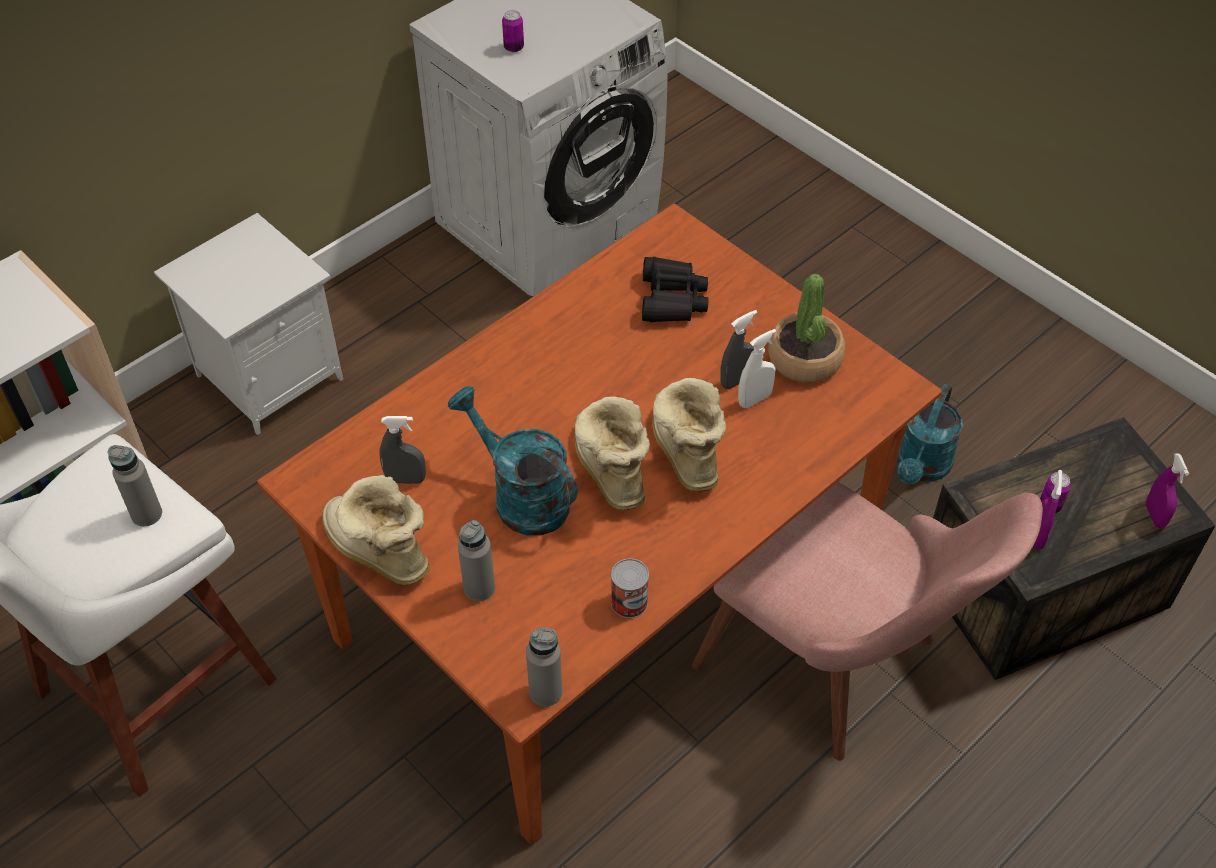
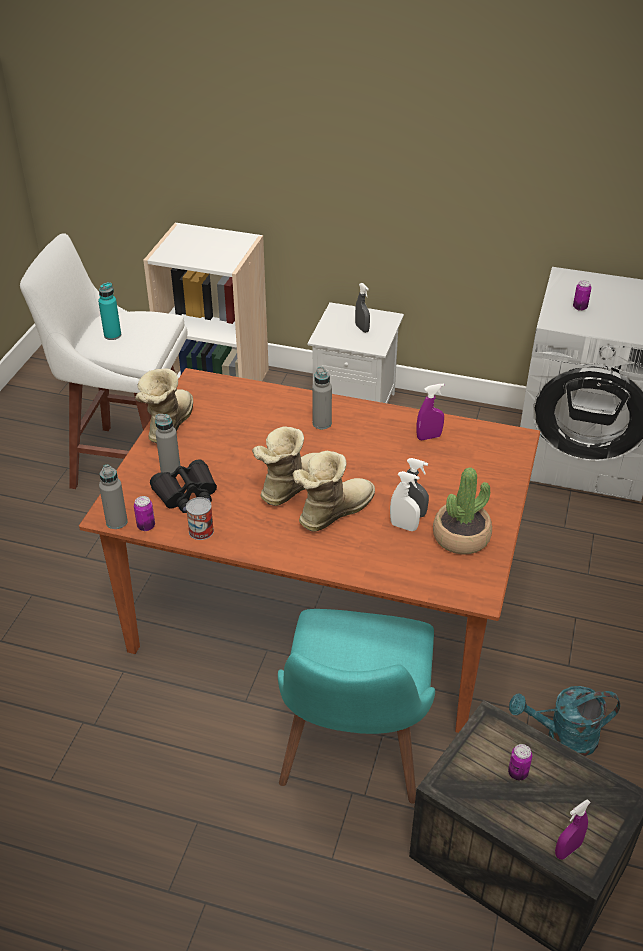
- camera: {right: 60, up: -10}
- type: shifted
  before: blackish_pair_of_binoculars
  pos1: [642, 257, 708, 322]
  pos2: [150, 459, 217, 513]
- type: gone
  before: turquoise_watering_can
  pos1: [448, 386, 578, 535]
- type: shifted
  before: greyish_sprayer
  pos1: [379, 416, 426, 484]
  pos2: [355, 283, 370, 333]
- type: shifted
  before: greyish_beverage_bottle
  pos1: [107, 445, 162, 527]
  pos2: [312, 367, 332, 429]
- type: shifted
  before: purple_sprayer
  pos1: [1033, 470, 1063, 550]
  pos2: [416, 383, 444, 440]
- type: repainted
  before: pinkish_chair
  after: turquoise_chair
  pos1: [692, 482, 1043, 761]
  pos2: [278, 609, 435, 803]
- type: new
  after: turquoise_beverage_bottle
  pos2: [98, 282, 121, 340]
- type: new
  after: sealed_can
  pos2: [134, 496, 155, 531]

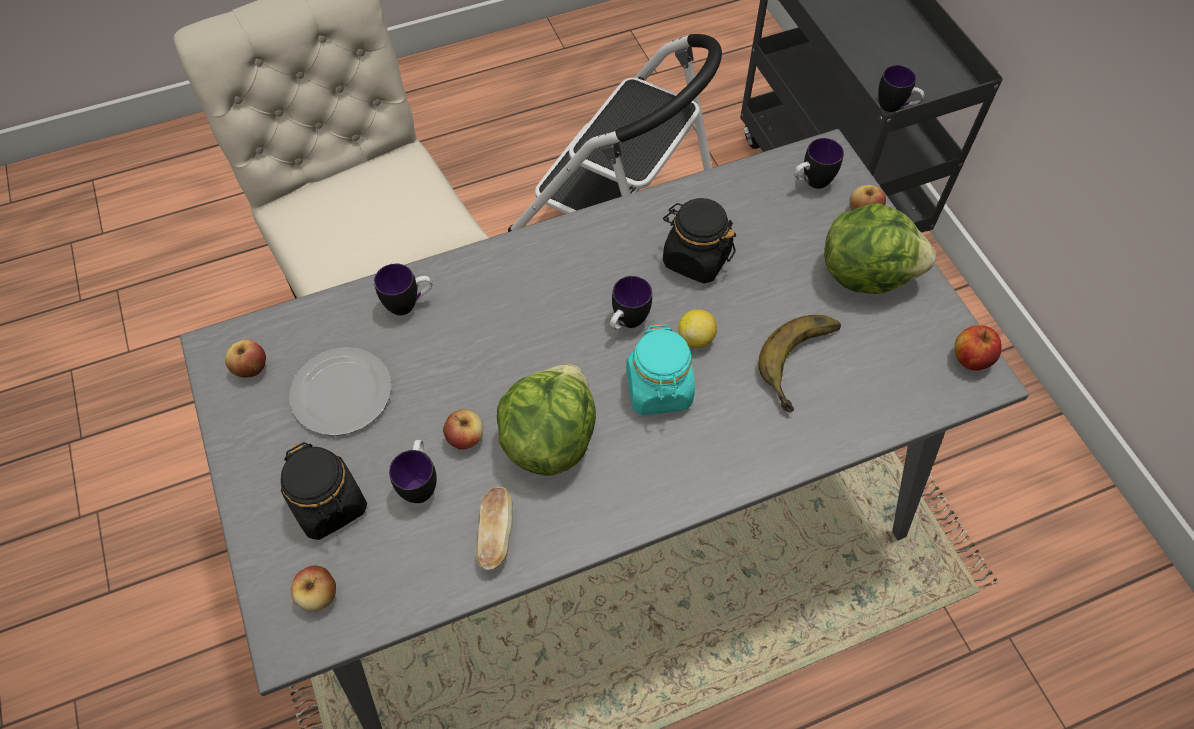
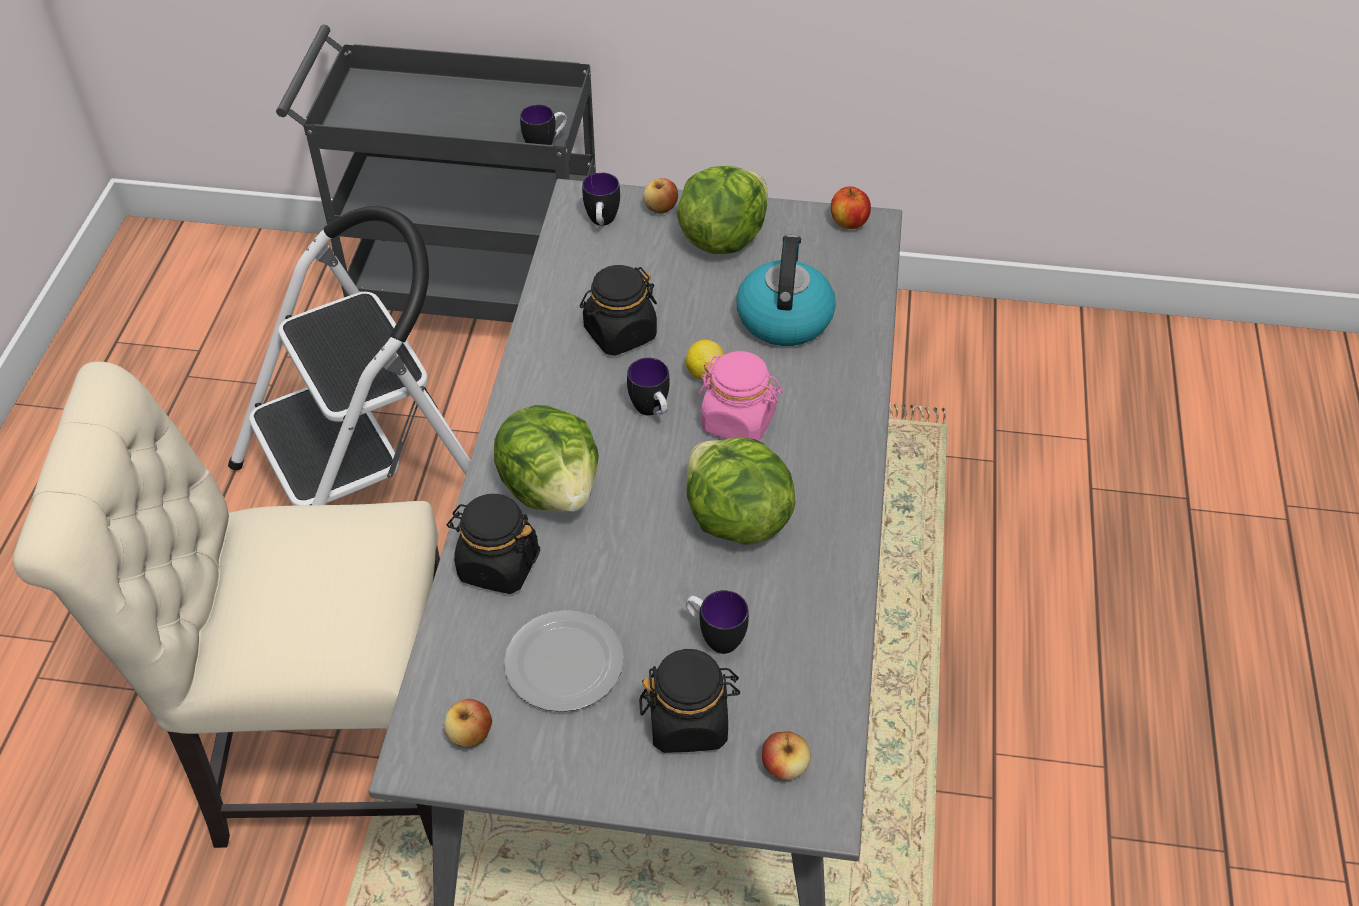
- camera: {right: -60, up: -10}
- type: swapped
  before: tea_mug
  after: blackish_preserve_jar
  pos1: [374, 263, 432, 315]
  pos2: [447, 494, 540, 594]
- type: swapped
  before: whole_banana
  after: tea_kettle
  pos1: [758, 315, 841, 413]
  pos2: [736, 235, 836, 346]
- type: repainted
  before: turquoise_preserve_jar
  after: pinkish_preserve_jar
  pos1: [626, 324, 695, 415]
  pos2: [698, 351, 783, 441]
- type: gone
  before: apple
  pos1: [443, 409, 483, 450]
- type: gone
  before: baked_bread
  pos1: [476, 487, 513, 571]
- type: new
  after: lettuce
  pos2: [494, 405, 599, 512]

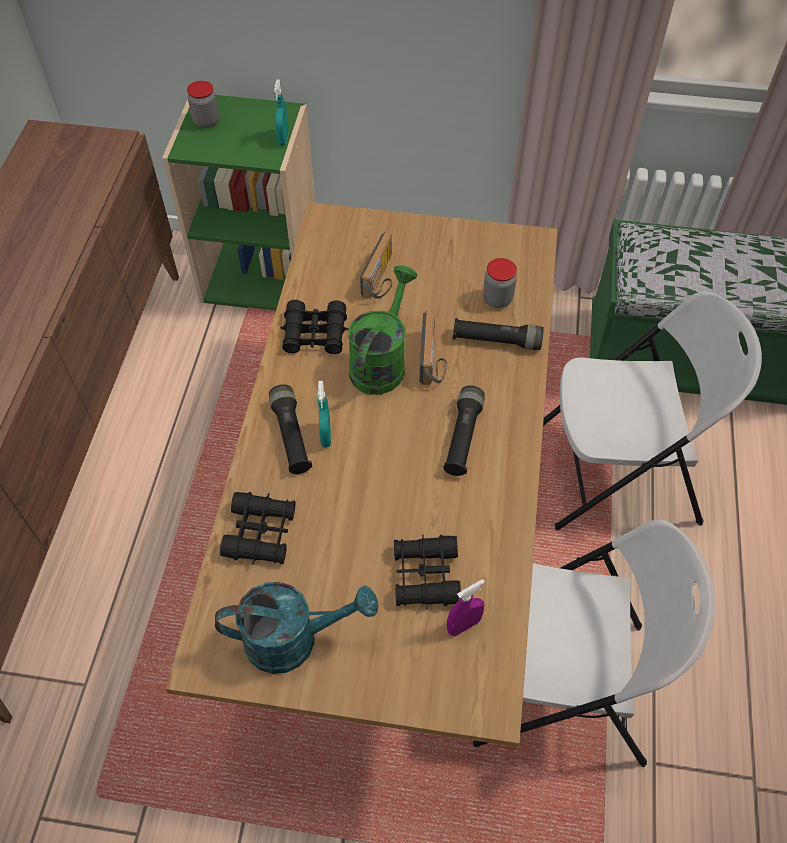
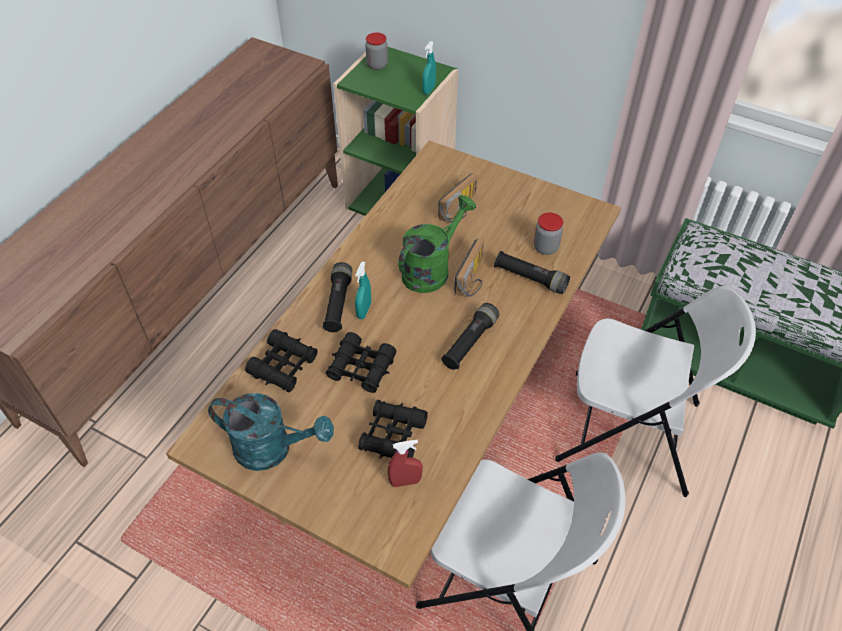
- camera: {right: 20, up: -5}
- type: shifted
  before: blackish_pair_of_binoculars
  pos1: [280, 300, 348, 354]
  pos2: [326, 332, 396, 393]
- type: repainted
  before: purple_sprayer
  after: red-coloured_sprayer
  pos1: [447, 579, 485, 636]
  pos2: [388, 440, 423, 487]

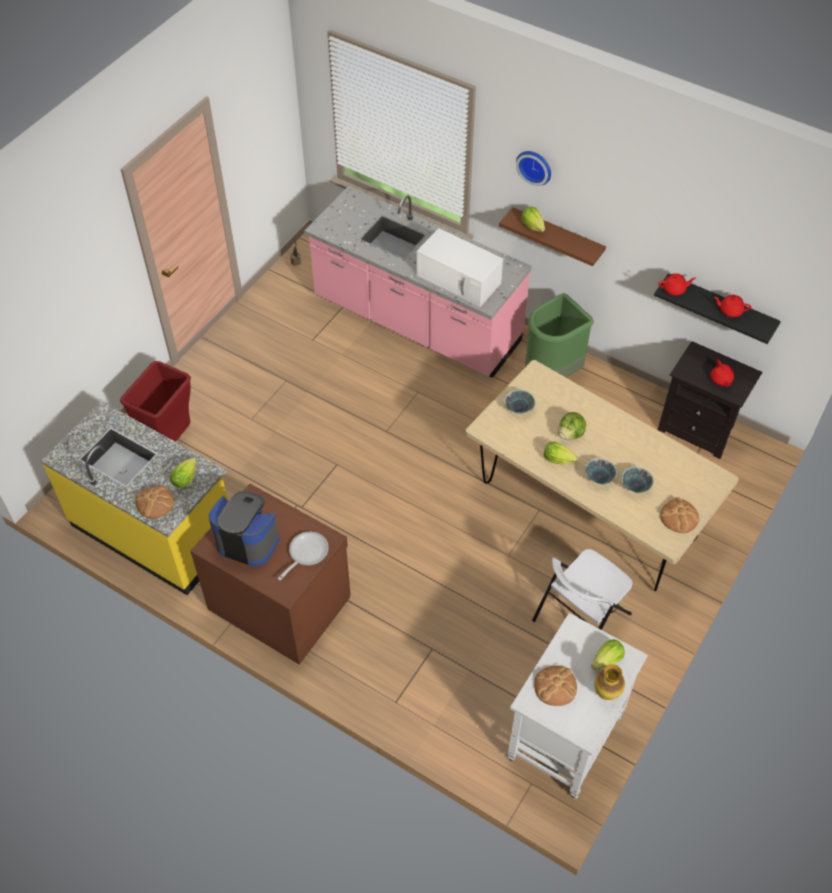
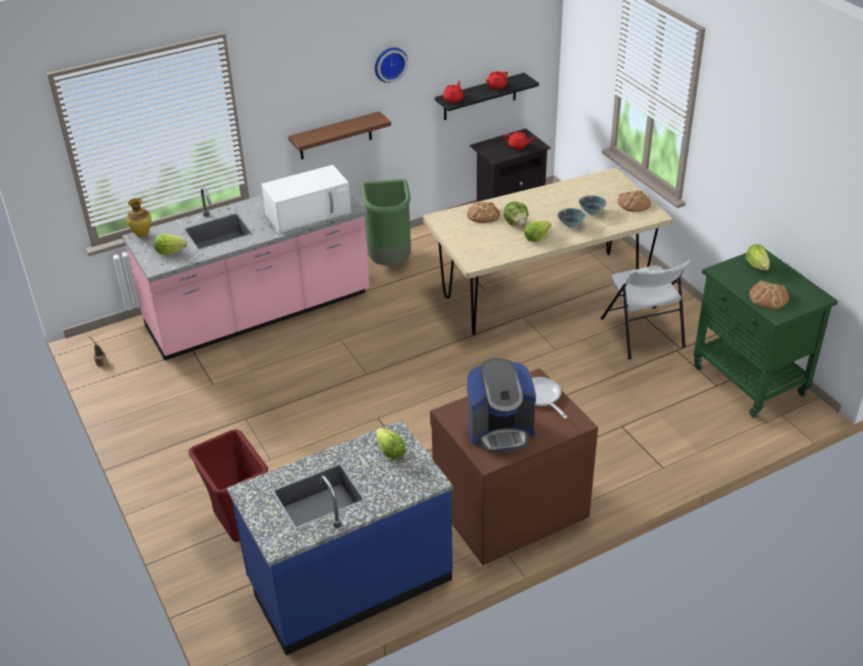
- camera: {right: -60, up: -15}
- type: shifted
  before: clock_on_the_wall
  pos1: [516, 151, 551, 186]
  pos2: [375, 47, 408, 83]
- type: shifted
  before: lettuce
  pos1: [521, 207, 545, 232]
  pos2: [154, 234, 187, 255]
- type: gone
  before: serving_bowl
  pos1: [504, 390, 535, 414]
- type: repainted
  before: yellow_counter
  after: bluish_counter
  pos1: [41, 401, 228, 595]
  pos2: [227, 420, 453, 655]
- type: shifted
  before: baked_bread
  pos1: [136, 485, 175, 519]
  pos2: [467, 202, 500, 223]
- type: rotated
  before: coffee_machine
  pos1: [209, 491, 280, 566]
  pos2: [467, 358, 536, 453]
  turn: -150
- type: repainted
  before: white-coloured_wheeled_cart
  after: green_wheeled_cart
  pos1: [507, 613, 648, 799]
  pos2: [693, 249, 838, 418]
- type: shifted
  before: flower_vase
  pos1: [594, 664, 625, 700]
  pos2: [126, 198, 151, 238]

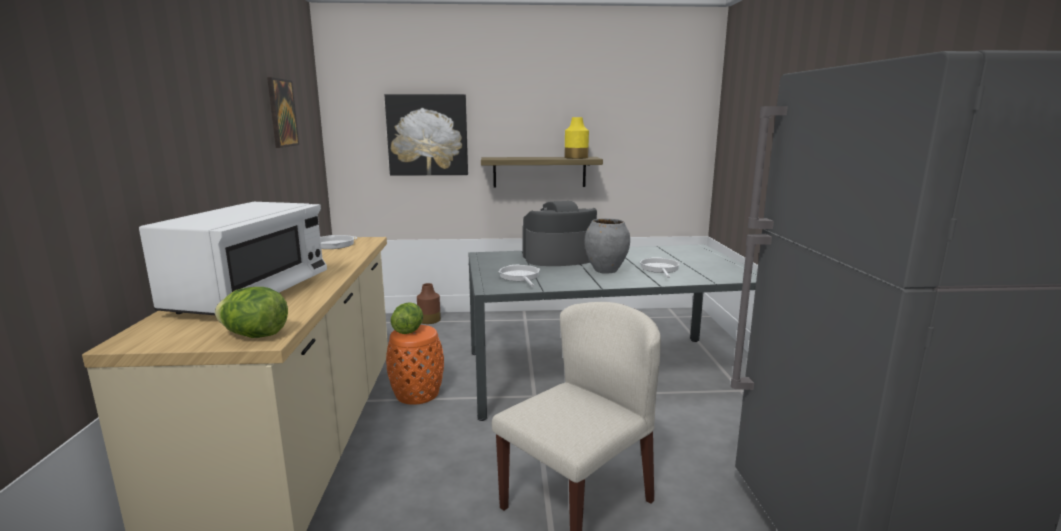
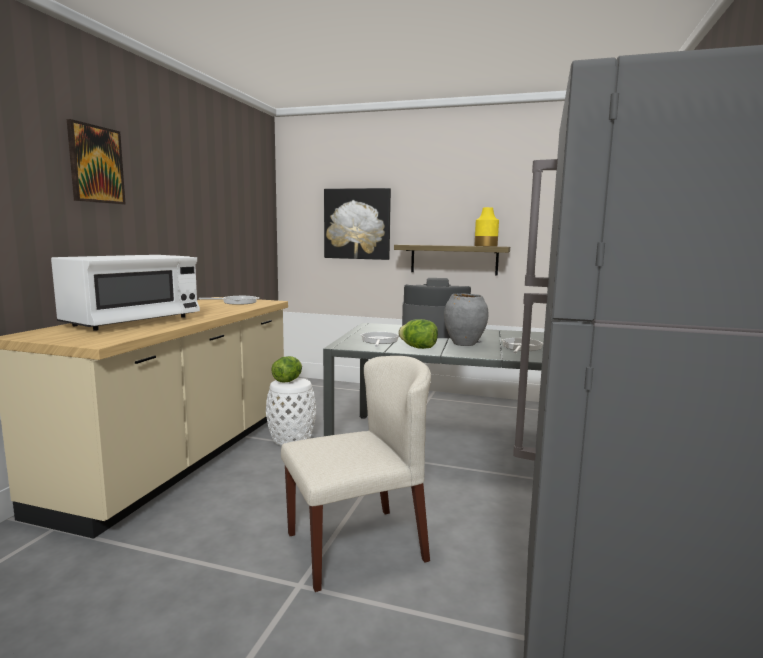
- camera: {right: 20, up: -5}
- type: shifted
  before: wall_art
  pos1: [267, 77, 299, 148]
  pos2: [67, 119, 125, 204]
- type: gone
  before: brownish_flower_vase
  pos1: [417, 283, 441, 324]
- type: shifted
  before: lettuce
  pos1: [215, 287, 288, 338]
  pos2: [398, 319, 438, 349]
- type: repainted
  before: orange_sitting_stool
  after: white-coloured_sitting_stool
  pos1: [386, 325, 444, 405]
  pos2: [266, 378, 316, 446]

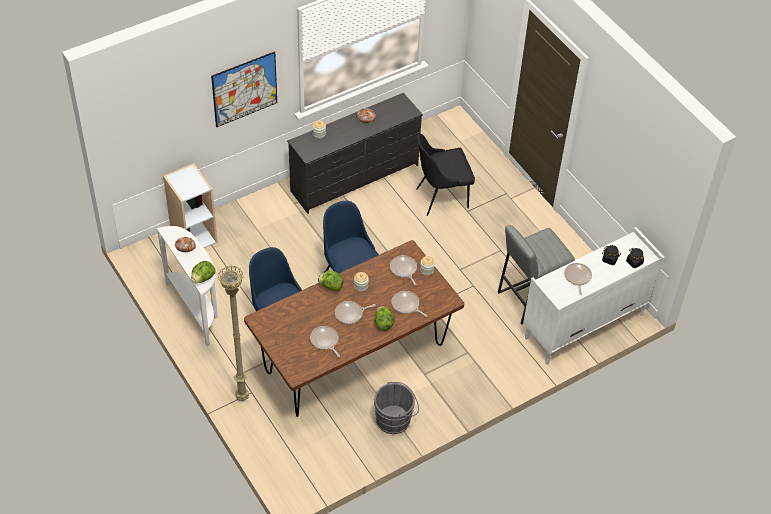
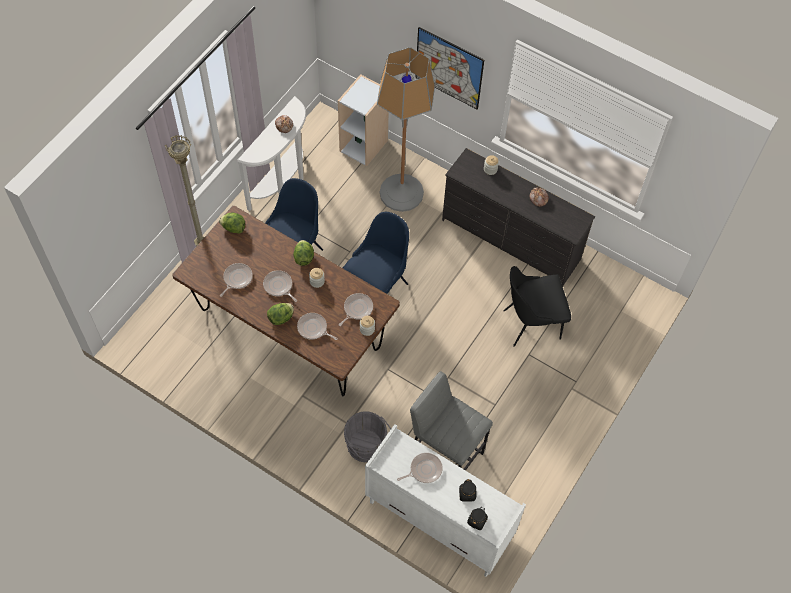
- camera: {right: 65, up: 10}
- type: rotated
  before: blackish_chair
  pos1: [416, 133, 475, 216]
  pos2: [504, 266, 571, 347]
  turn: -60
- type: shifted
  before: lettuce
  pos1: [191, 261, 216, 284]
  pos2: [219, 213, 245, 234]
- type: rotated
  before: pan
  pos1: [392, 291, 427, 317]
  pos2: [297, 313, 338, 340]
  turn: -75
- type: shifted
  before: greyish_bucket
  pos1: [374, 382, 419, 434]
  pos2: [344, 412, 391, 463]
- type: new
  after: floor_lamp
  pos2: [377, 47, 435, 212]

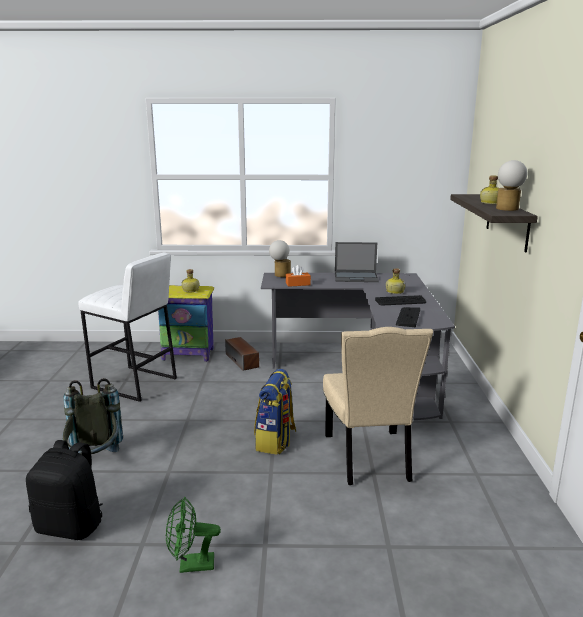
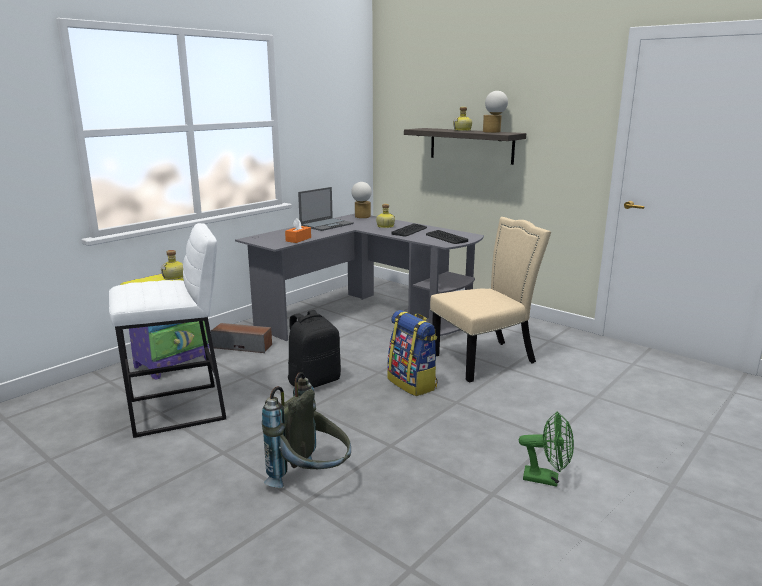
- camera: {right: -50, up: 0}
- type: shifted
  before: lamp_for_a_table
  pos1: [269, 240, 291, 277]
  pos2: [351, 182, 372, 218]
- type: rotated
  before: beige_chair
  pos1: [323, 327, 433, 485]
  pos2: [430, 217, 551, 382]
  turn: -60
- type: shifted
  before: blackish_backpack
  pos1: [26, 440, 103, 540]
  pos2: [288, 310, 341, 388]
- type: rotated
  before: green_electric_fan
  pos1: [166, 497, 221, 573]
  pos2: [519, 412, 574, 487]
  turn: -105

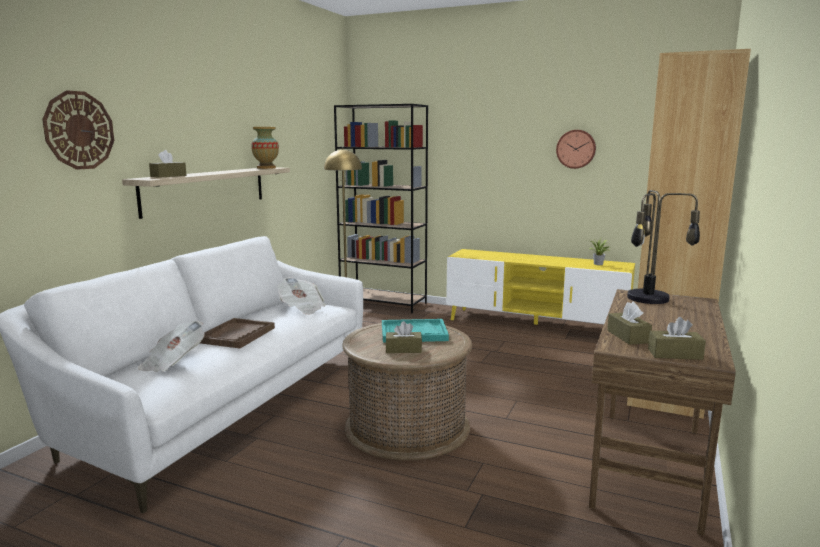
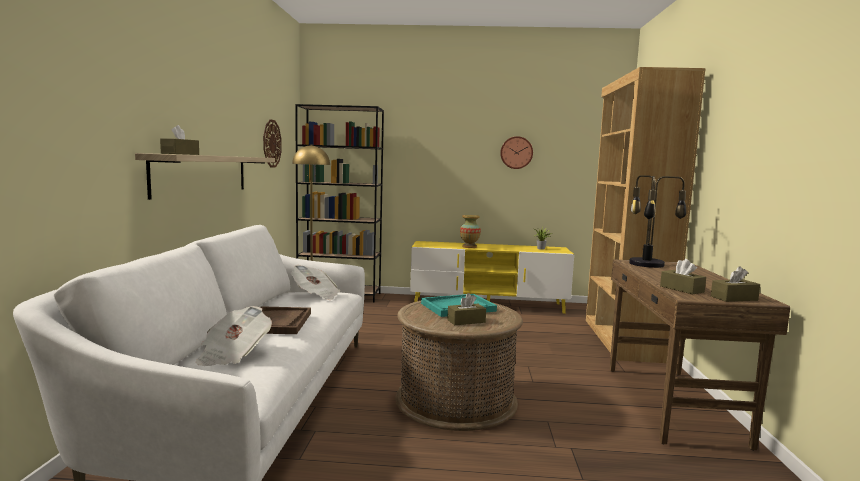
- camera: {right: -20, up: -5}
- type: shifted
  before: clock_on_the_wall
  pos1: [42, 90, 114, 170]
  pos2: [263, 119, 282, 167]
- type: shifted
  before: flower_vase
  pos1: [251, 127, 279, 169]
  pos2: [460, 215, 481, 248]

